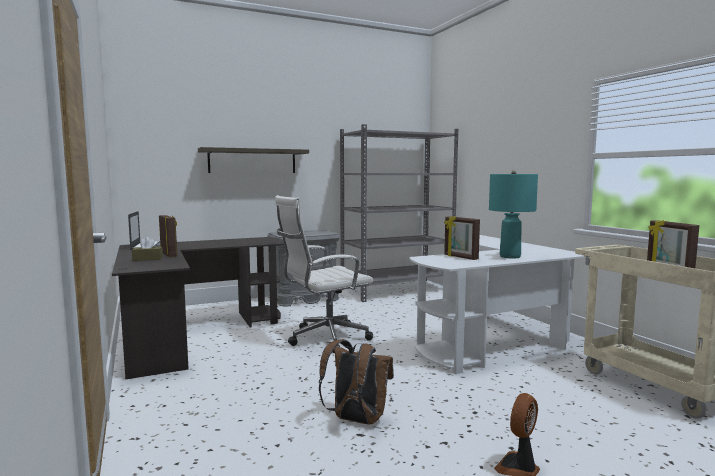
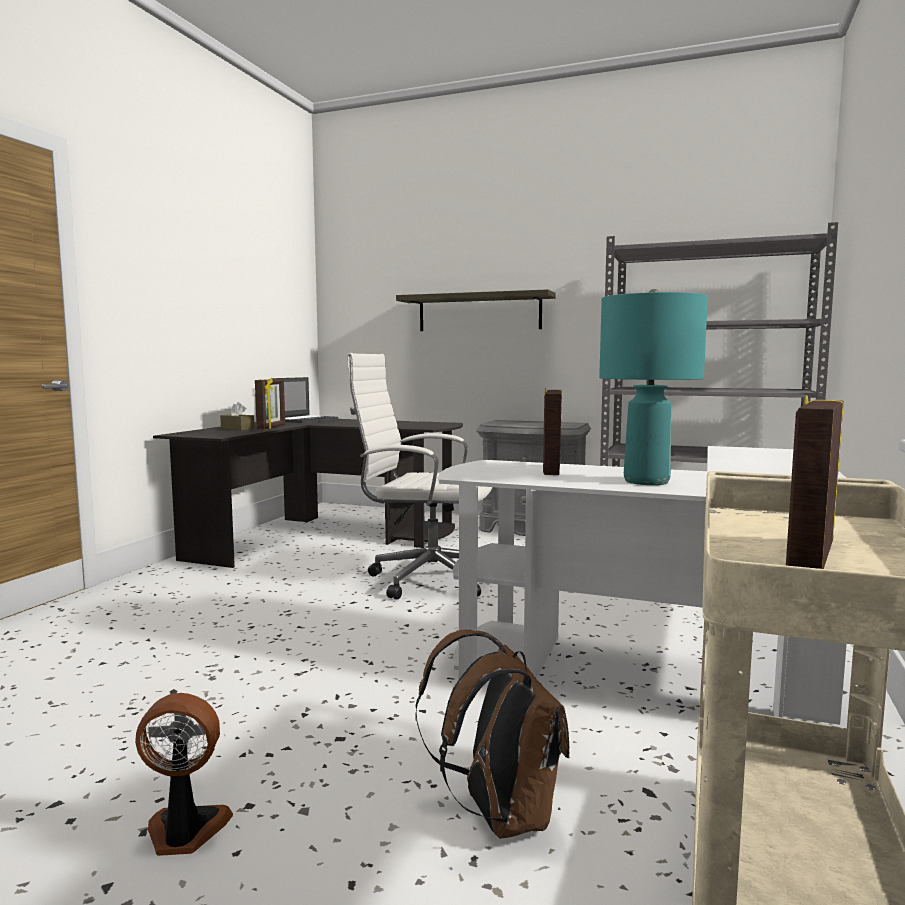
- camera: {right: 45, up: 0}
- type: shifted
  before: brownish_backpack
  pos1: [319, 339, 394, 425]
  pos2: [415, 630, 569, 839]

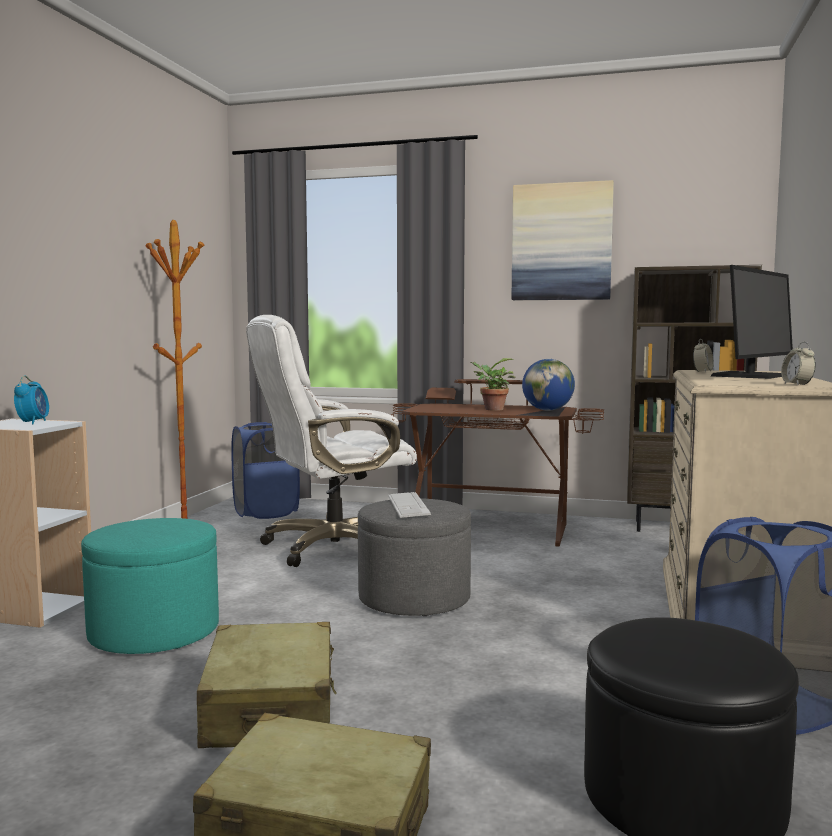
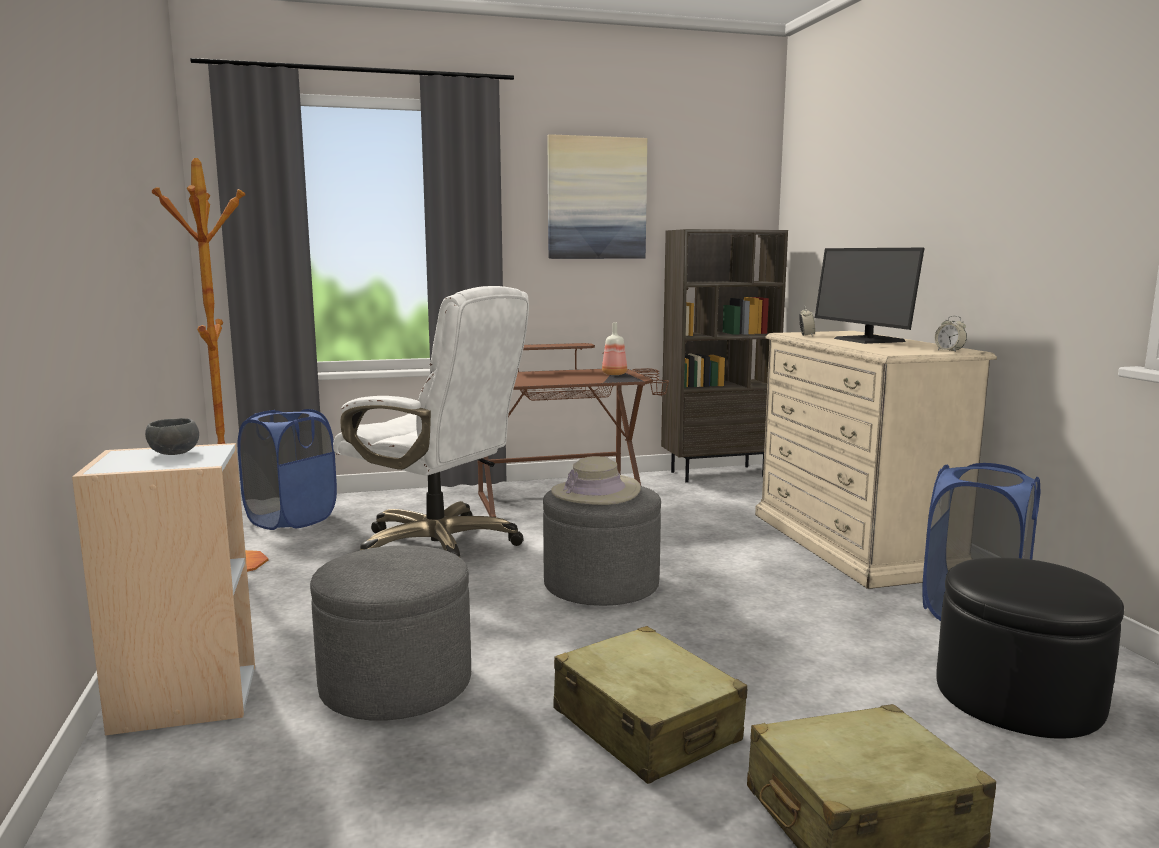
- camera: {right: -30, up: 5}
- type: rotated
  before: monitor
  pos1: [711, 265, 793, 379]
  pos2: [815, 248, 924, 344]
  turn: 150
- type: rotated
  before: white-coloured_desk_chair
  pos1: [246, 315, 417, 567]
  pos2: [333, 286, 529, 557]
  turn: -90
- type: gone
  before: plant_in_a_pot
  pos1: [470, 358, 515, 411]
- type: swapped
  before: desk_globe
  after: beverage_bottle
  pos1: [522, 359, 575, 411]
  pos2: [602, 323, 627, 375]
- type: swapped
  before: bedside_clock
  after: greyish_serving_bowl
  pos1: [14, 376, 49, 424]
  pos2: [145, 418, 199, 455]
- type: swapped
  before: keyboard
  after: beige_clothing_hat
  pos1: [388, 492, 431, 518]
  pos2: [551, 456, 641, 505]
- type: repainted
  before: turquoise_pouffe
  after: greyish_pouffe
  pos1: [81, 518, 219, 654]
  pos2: [310, 545, 471, 721]

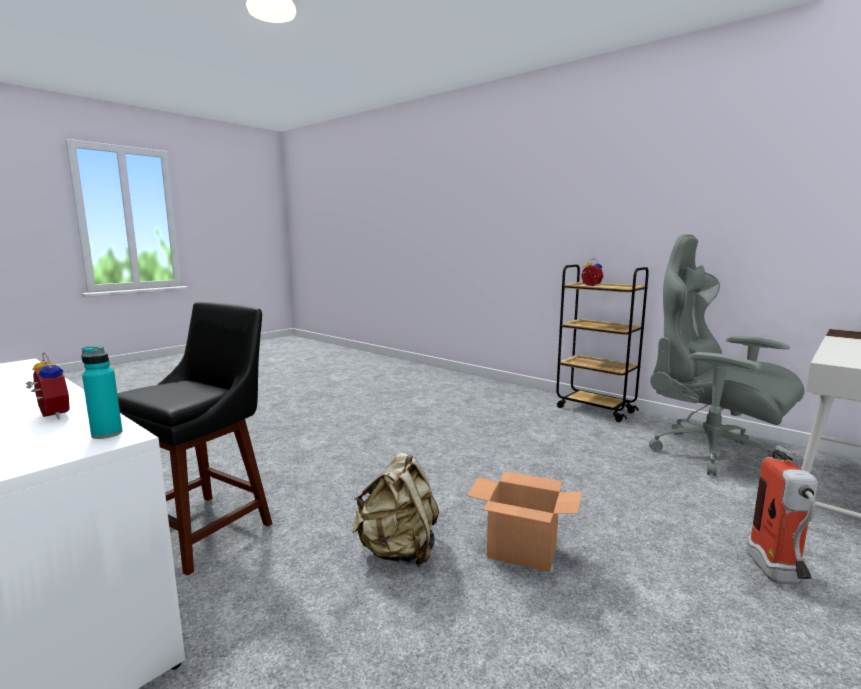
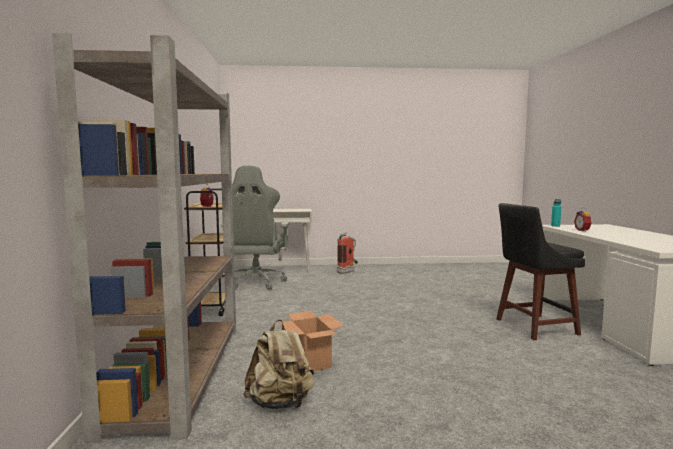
- camera: {right: -135, up: -5}
- type: shifted
  before: beige_backpack
  pos1: [352, 452, 439, 567]
  pos2: [243, 319, 314, 409]
- type: shifted
  before: packing_box
  pos1: [467, 471, 582, 572]
  pos2: [279, 311, 344, 371]
- type: new
  after: brownish_bookshelf
  pos2: [52, 33, 236, 443]

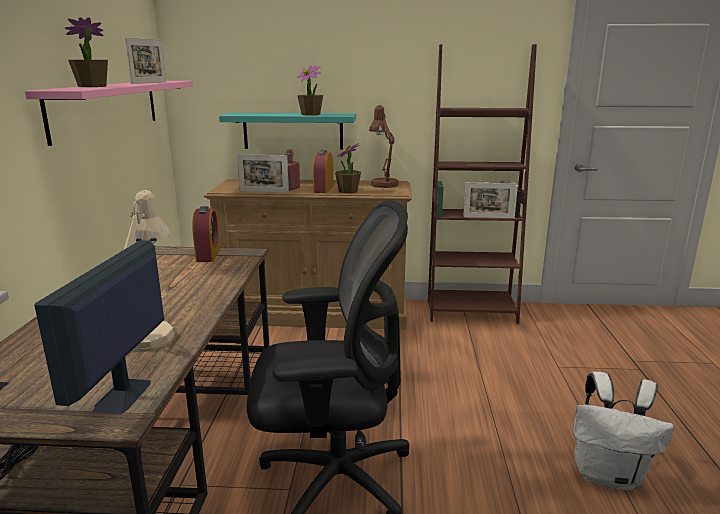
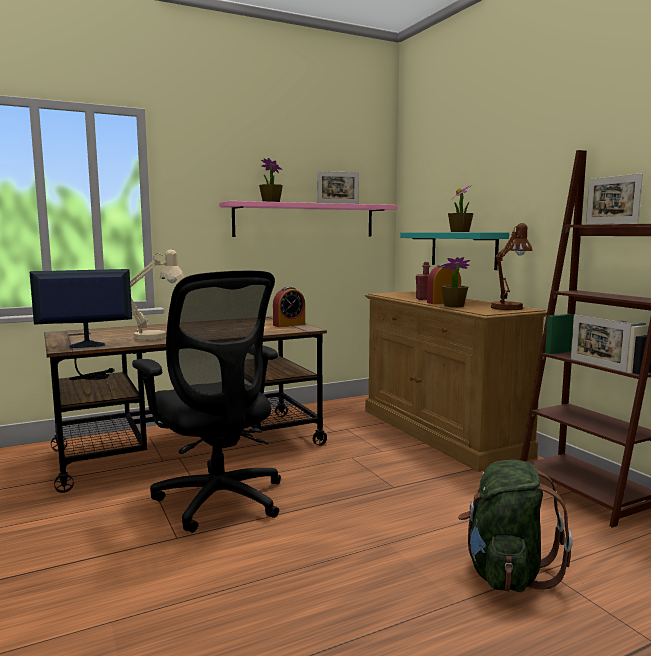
- camera: {right: 60, up: -10}
- type: shifted
  before: picture_frame
  pos1: [237, 154, 289, 193]
  pos2: [586, 173, 643, 224]
- type: gone
  before: white-coloured_backpack
  pos1: [573, 372, 674, 491]
- type: new
  after: green_backpack
  pos2: [458, 460, 572, 592]

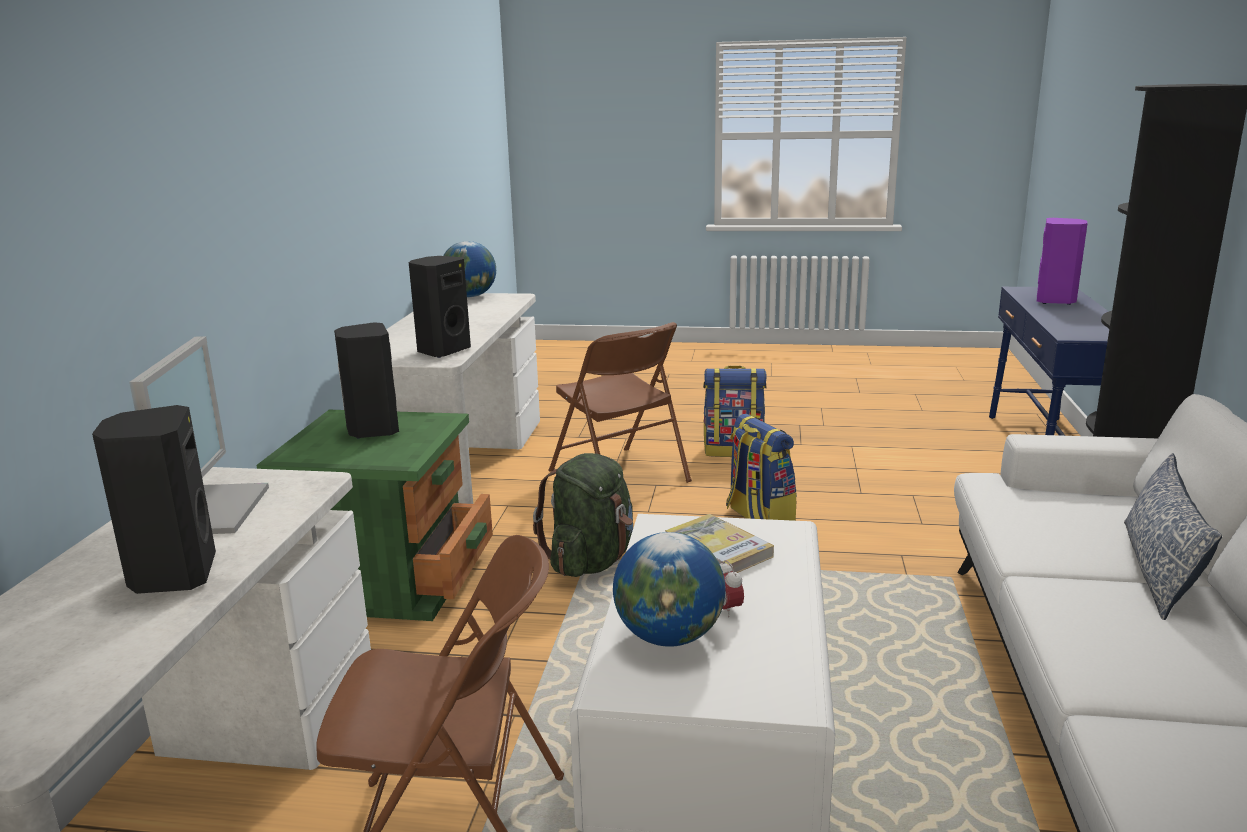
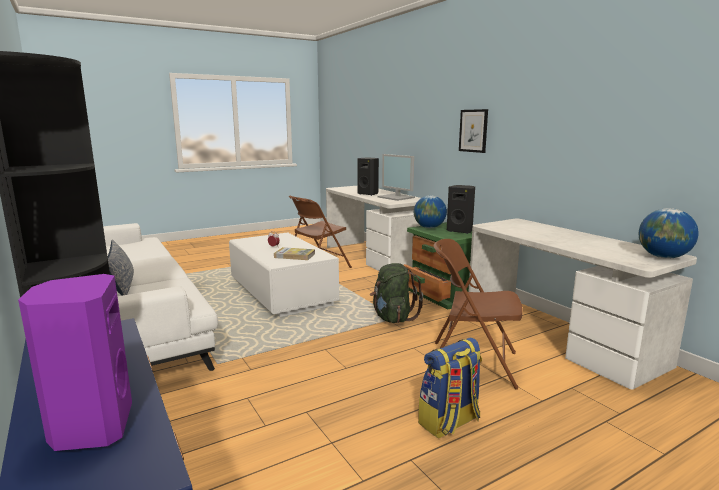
- camera: {right: 140, up: -5}
- type: gone
  before: blackish_speaker
  pos1: [409, 256, 471, 358]
- type: gone
  before: backpack
  pos1: [726, 414, 797, 521]
- type: shifted
  before: desk_globe
  pos1: [613, 532, 725, 647]
  pos2: [414, 195, 447, 228]
- type: new
  after: wall_art
  pos2: [459, 109, 488, 153]

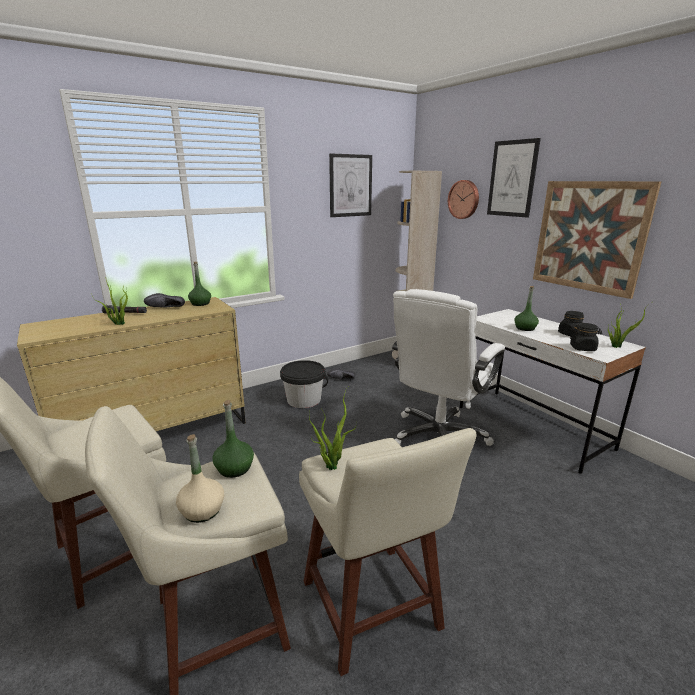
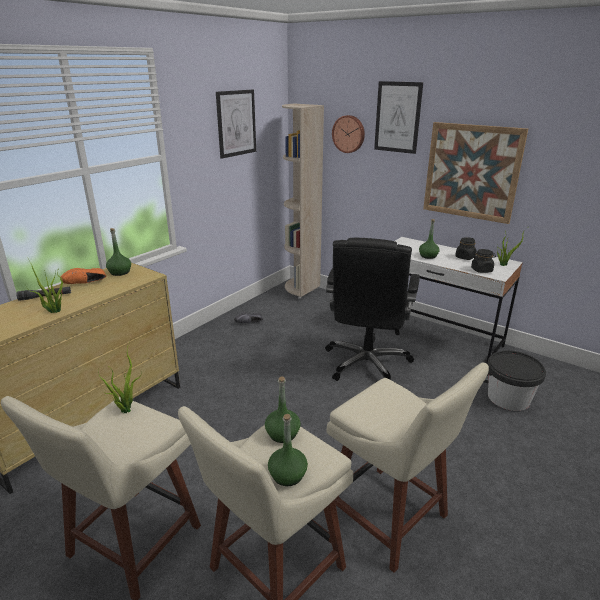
- camera: {right: -20, up: 5}
- type: repainted
  before: white-coloured_desk_chair
  after: blackish_desk_chair
  pos1: [392, 289, 505, 446]
  pos2: [325, 237, 420, 381]
- type: repainted
  before: blackish_item_of_footwear
  after: orange_item_of_footwear
  pos1: [144, 293, 185, 308]
  pos2: [60, 268, 106, 284]
- type: shifted
  before: blackish_bucket
  pos1: [280, 360, 328, 408]
  pos2: [484, 351, 546, 411]
- type: shifted
  before: plant_in_a_pot
  pos1: [309, 387, 357, 470]
  pos2: [98, 342, 142, 413]
- type: repainted
  before: beige_beverage_bottle
  after: green_beverage_bottle
  pos1: [176, 434, 224, 523]
  pos2: [268, 414, 308, 486]

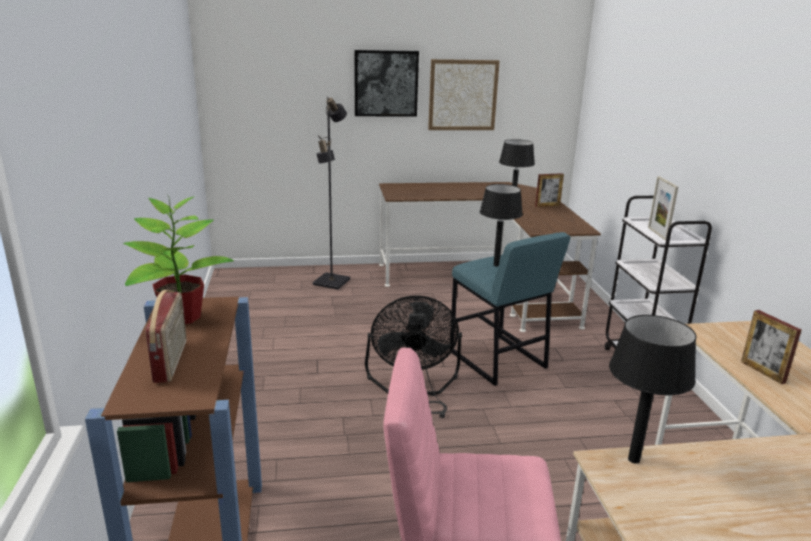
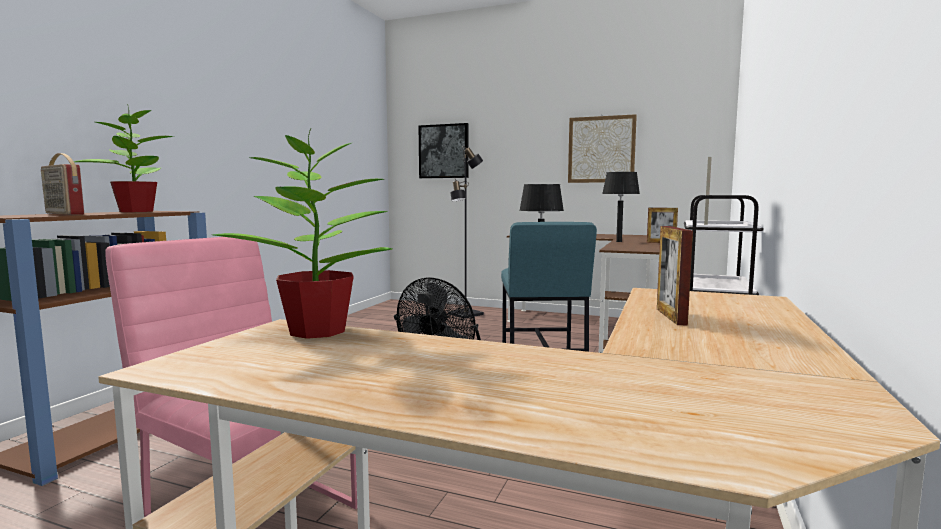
- camera: {right: 30, up: -15}
- type: shifted
  before: wall_art
  pos1: [354, 50, 419, 116]
  pos2: [419, 123, 468, 178]
- type: rotated
  before: radio_receiver
  pos1: [145, 290, 186, 383]
  pos2: [41, 153, 84, 215]
  turn: 105
- type: swapped
  before: blackish_lamp_for_a_table
  after: plant_in_a_pot
  pos1: [609, 315, 696, 464]
  pos2: [213, 129, 393, 339]

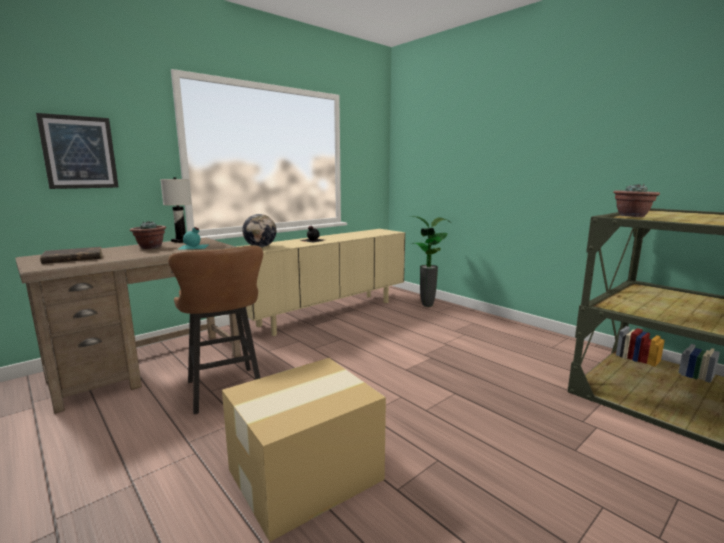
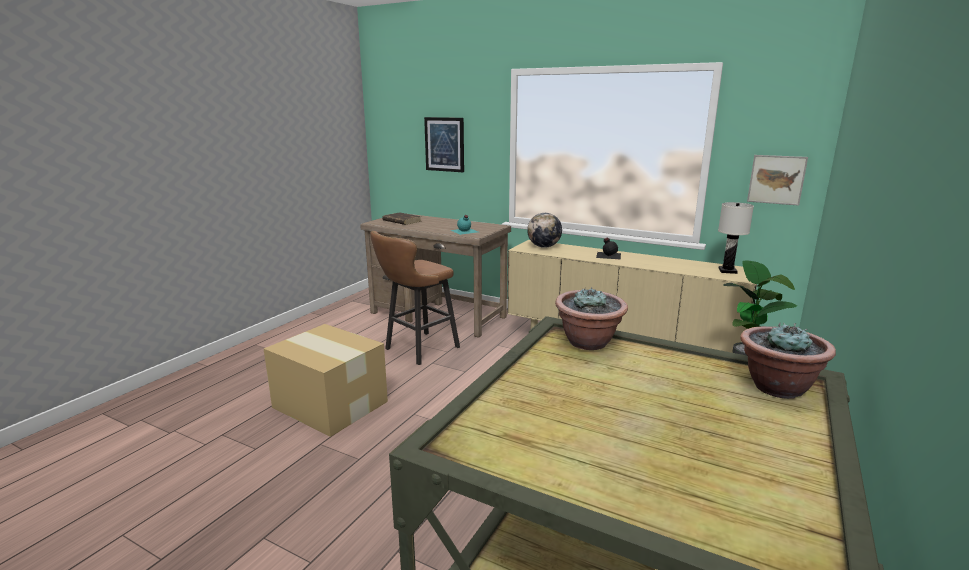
- camera: {right: 70, up: 5}
- type: shifted
  before: white-coloured_lamp_for_a_table
  pos1: [160, 178, 192, 243]
  pos2: [718, 202, 754, 274]
- type: shifted
  before: plant_in_a_pot
  pos1: [130, 221, 166, 249]
  pos2: [740, 323, 836, 399]
- type: new
  after: wall_art
  pos2: [747, 155, 808, 206]

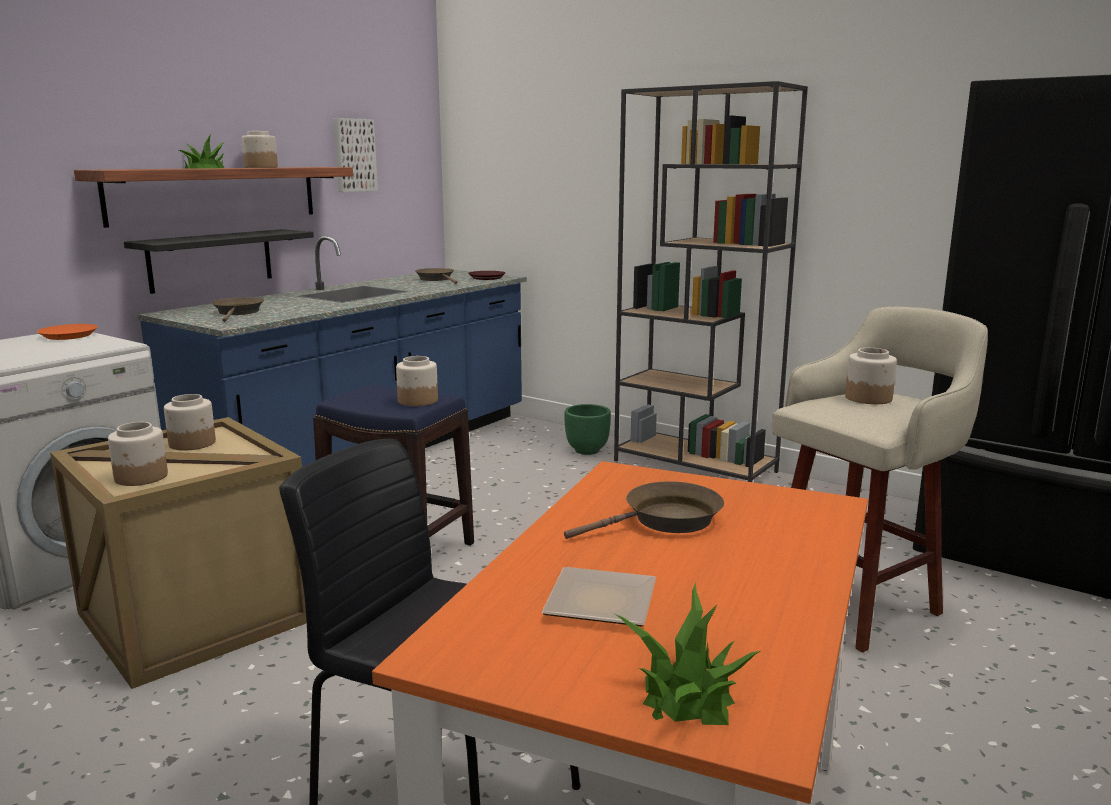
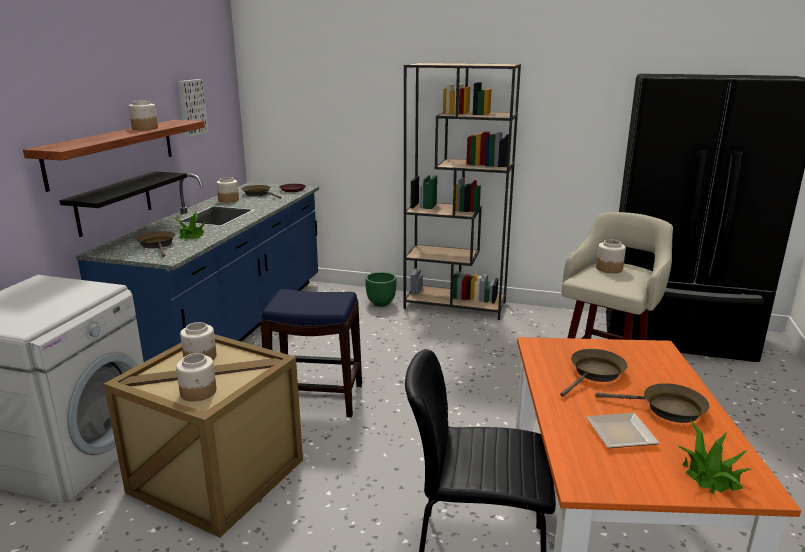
- camera: {right: -20, up: 5}
- type: shifted
  before: plant_in_a_pot
  pos1: [179, 134, 225, 169]
  pos2: [173, 212, 206, 239]
- type: gone
  before: orange_flat_dish
  pos1: [37, 324, 98, 340]
- type: shifted
  before: preserve_jar
  pos1: [396, 356, 438, 406]
  pos2: [216, 177, 239, 203]
- type: new
  after: brownish_pan
  pos2: [595, 383, 710, 423]

